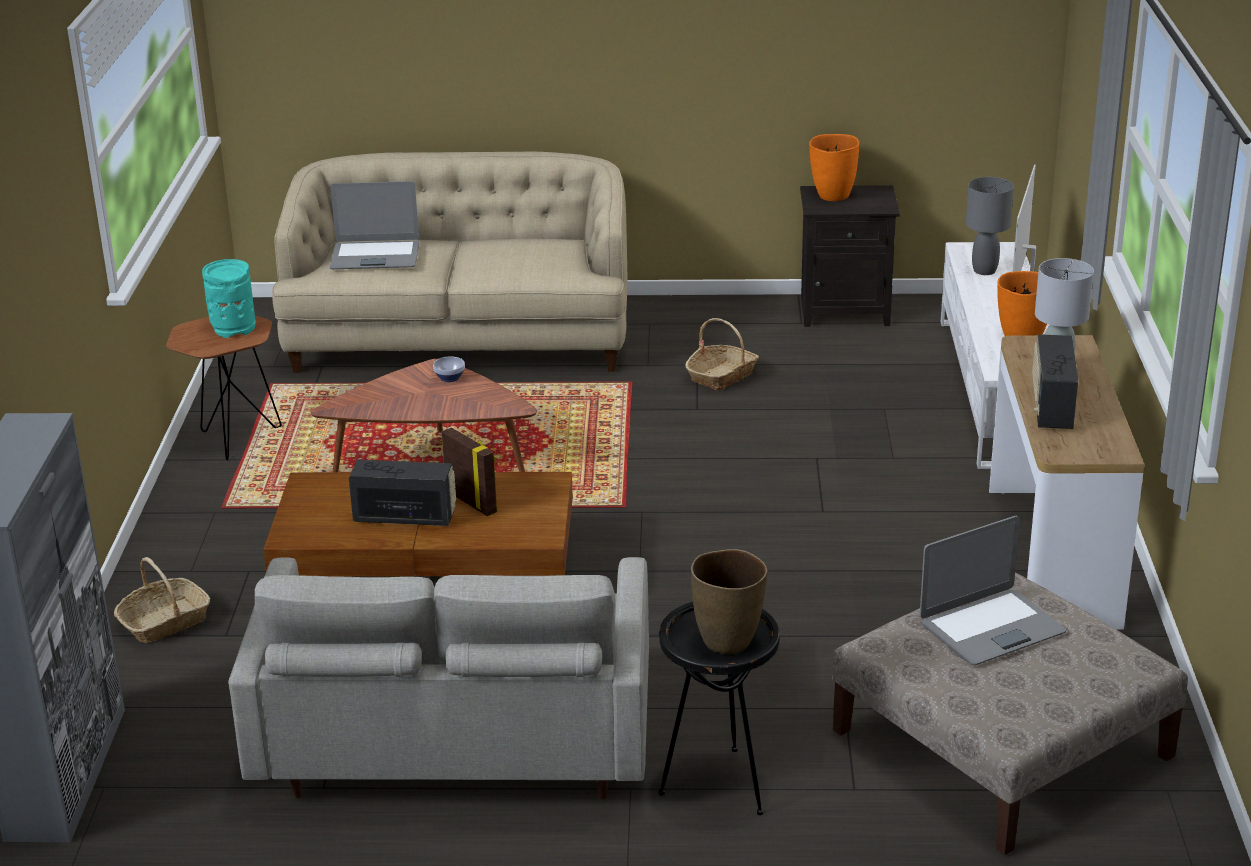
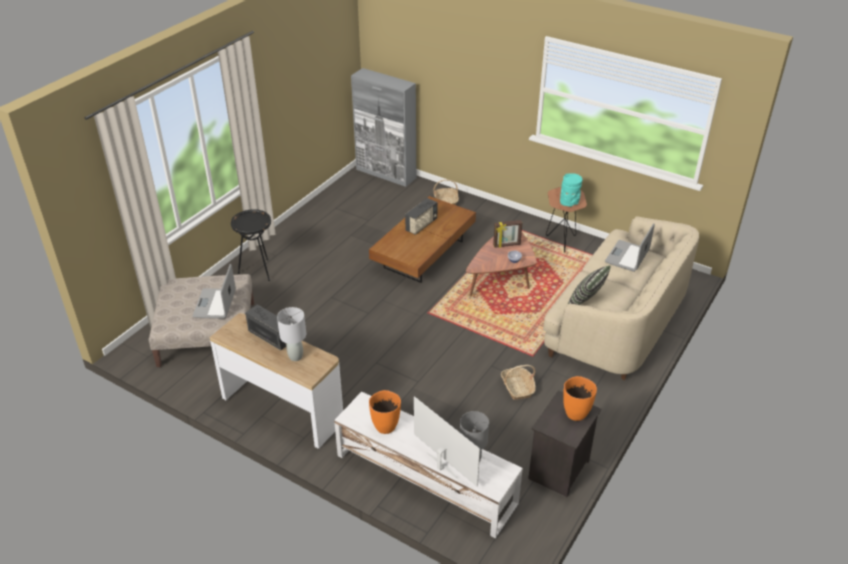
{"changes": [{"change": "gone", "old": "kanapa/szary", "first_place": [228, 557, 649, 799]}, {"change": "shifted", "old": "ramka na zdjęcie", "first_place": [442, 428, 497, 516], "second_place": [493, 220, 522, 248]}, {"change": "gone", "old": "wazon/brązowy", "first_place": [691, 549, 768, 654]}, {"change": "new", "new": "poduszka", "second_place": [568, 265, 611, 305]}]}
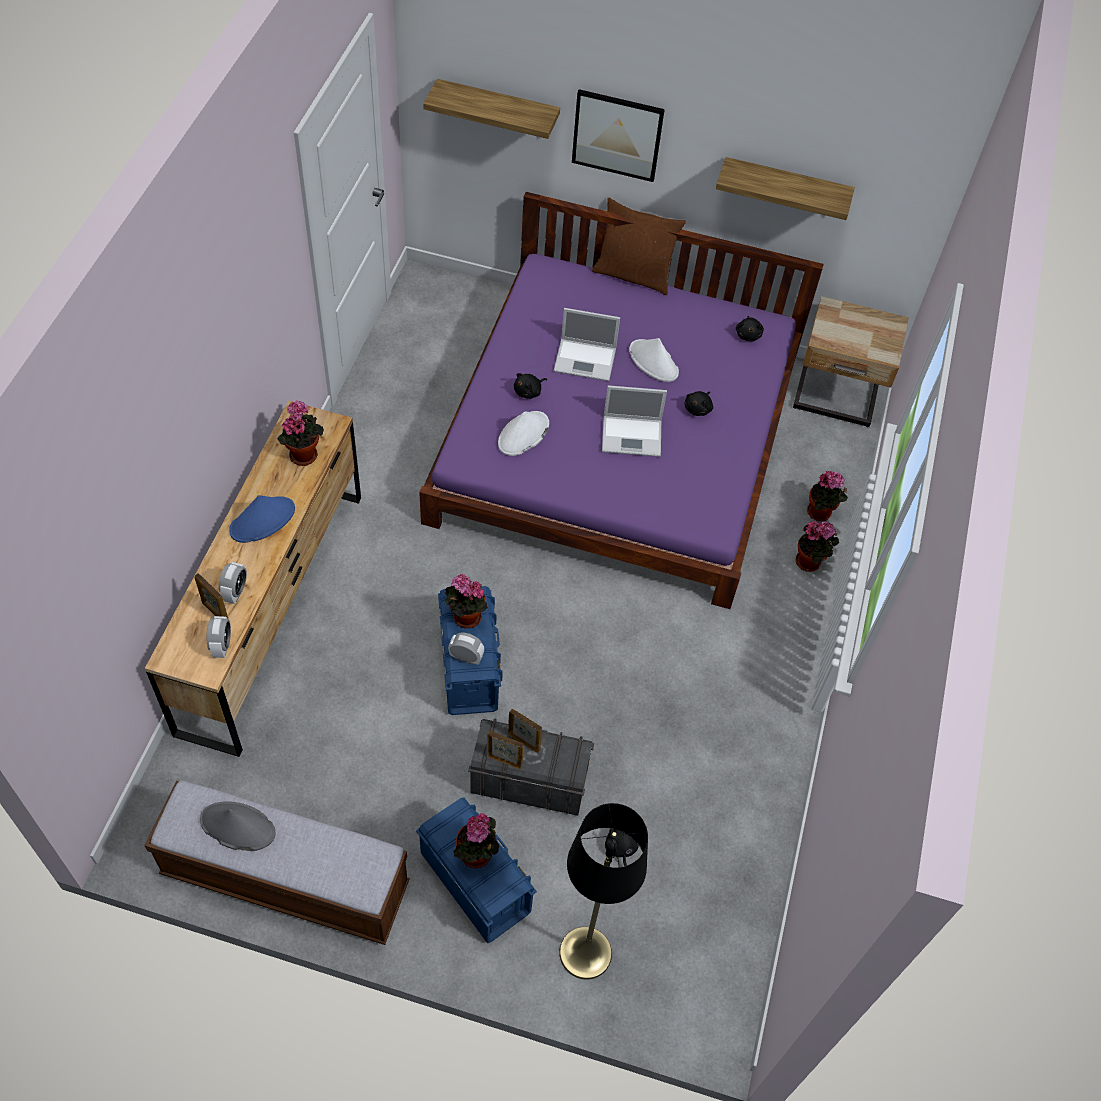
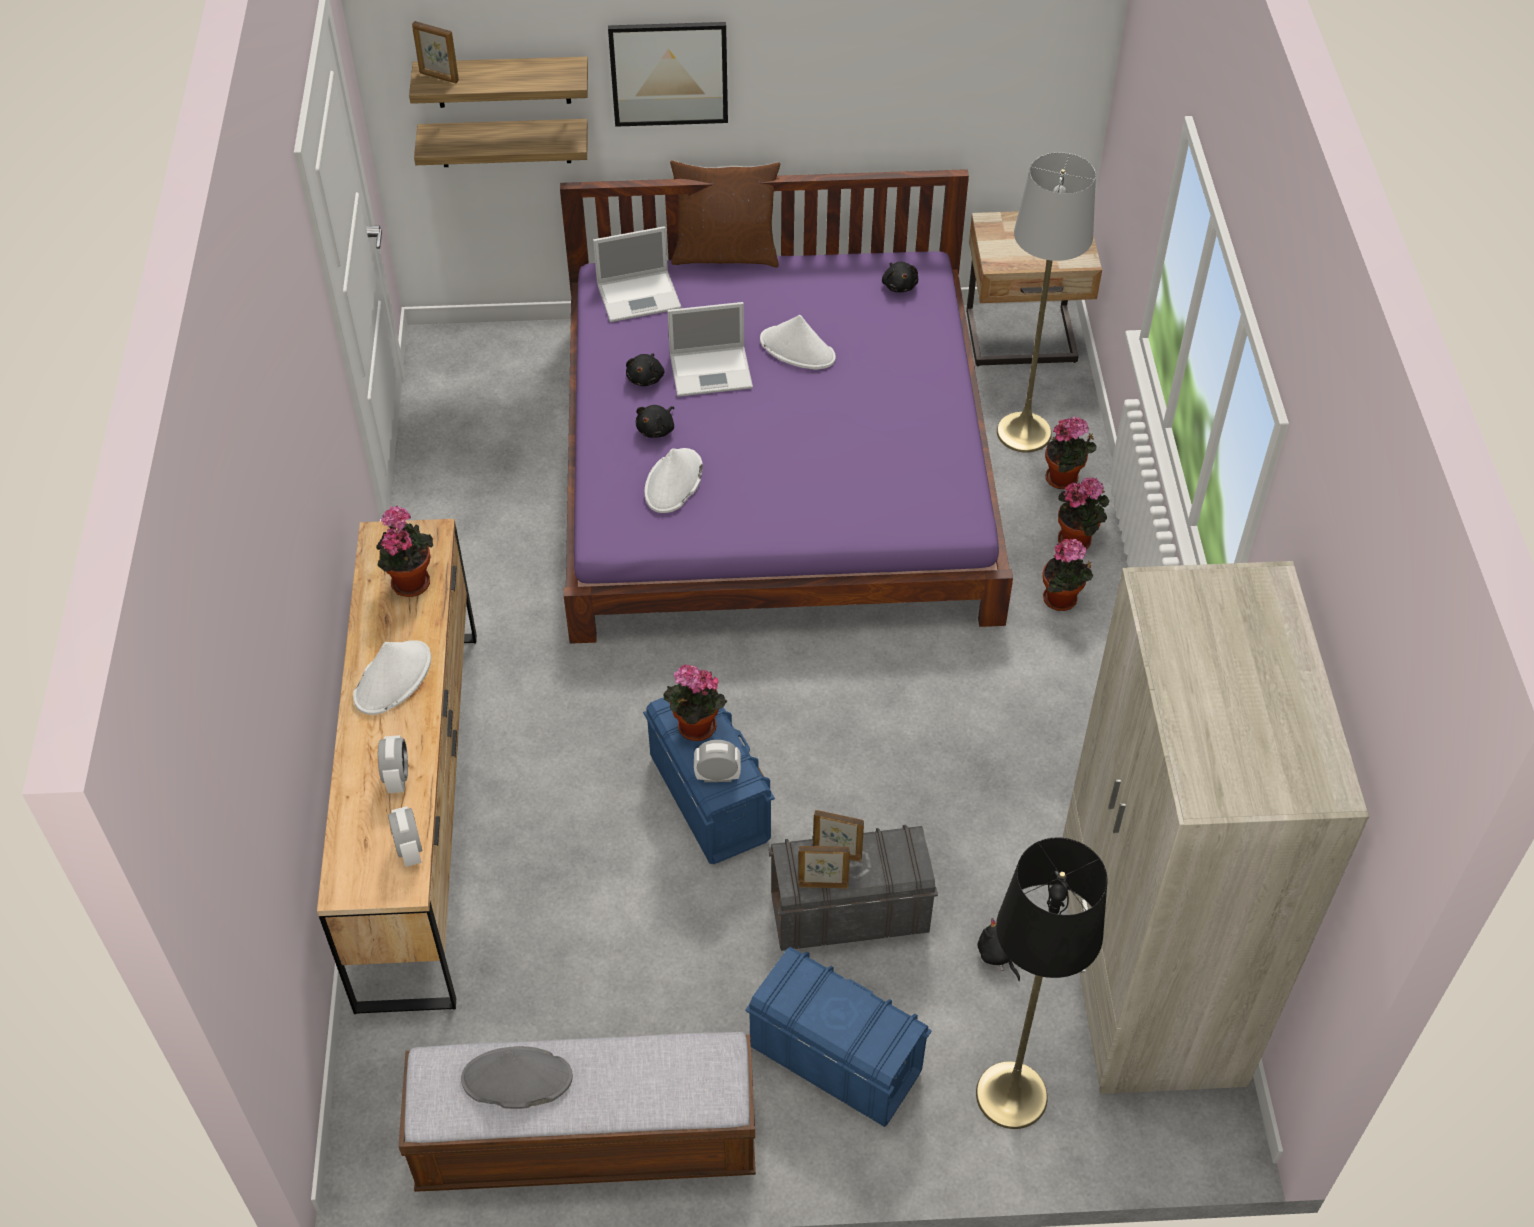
{"changes": [{"change": "shifted", "old": "ramka na zdjęcie", "first_place": [195, 573, 228, 619], "second_place": [412, 21, 459, 83]}, {"change": "repainted", "old": "kapelusz/niebieski", "new": "kapelusz/biały", "first_place": [229, 495, 295, 543], "second_place": [353, 640, 431, 715]}, {"change": "shifted", "old": "roślina doniczkowa", "first_place": [453, 813, 499, 868], "second_place": [1043, 539, 1093, 611]}, {"change": "shifted", "old": "laptop", "first_place": [602, 385, 667, 457], "second_place": [593, 226, 681, 322]}, {"change": "shifted", "old": "pluszak/czarny", "first_place": [684, 391, 713, 416], "second_place": [626, 353, 664, 386]}, {"change": "shifted", "old": "półka", "first_place": [716, 157, 855, 220], "second_place": [414, 119, 588, 167]}, {"change": "new", "new": "lampa stojąca/szary", "second_place": [997, 152, 1096, 453]}, {"change": "new", "new": "szafa/beżowy", "second_place": [1062, 561, 1369, 1094]}]}
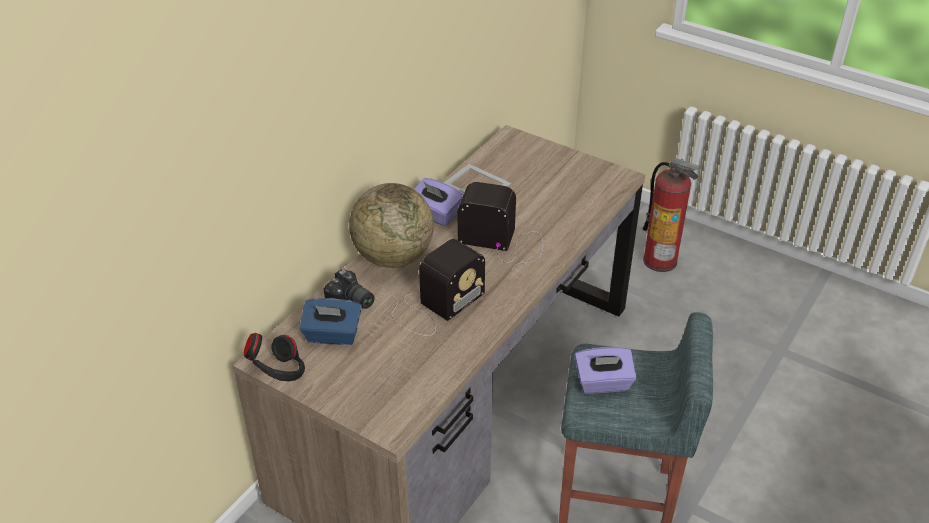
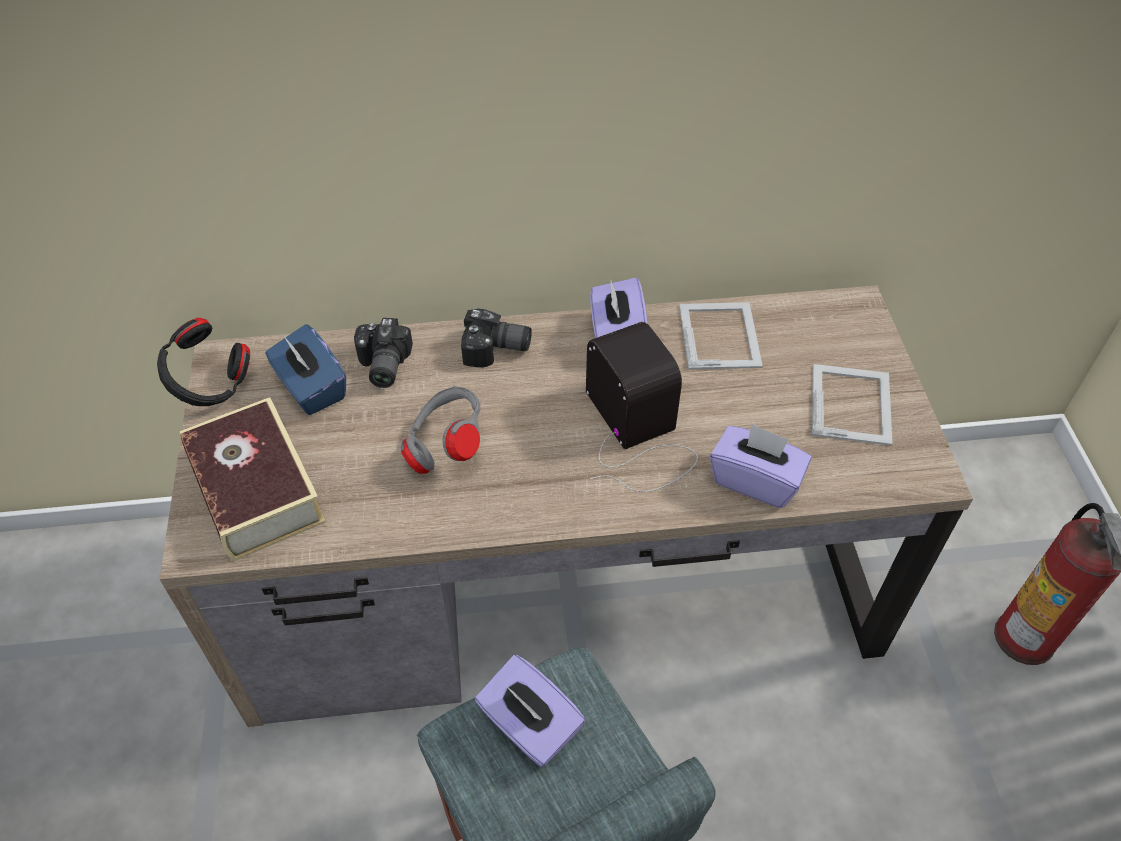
{"changes": [{"change": "swapped", "old": "globus", "new": "aparat fotograficzny", "first_place": [349, 183, 434, 268], "second_place": [461, 308, 532, 367]}, {"change": "swapped", "old": "radio", "new": "słuchawki/szary", "first_place": [392, 239, 485, 336], "second_place": [401, 386, 481, 474]}, {"change": "new", "new": "książka", "second_place": [179, 397, 326, 561]}, {"change": "new", "new": "pudełko chusteczek/fioletowy", "second_place": [710, 424, 811, 508]}, {"change": "new", "new": "ramka na zdjęcie", "second_place": [812, 364, 892, 446]}]}
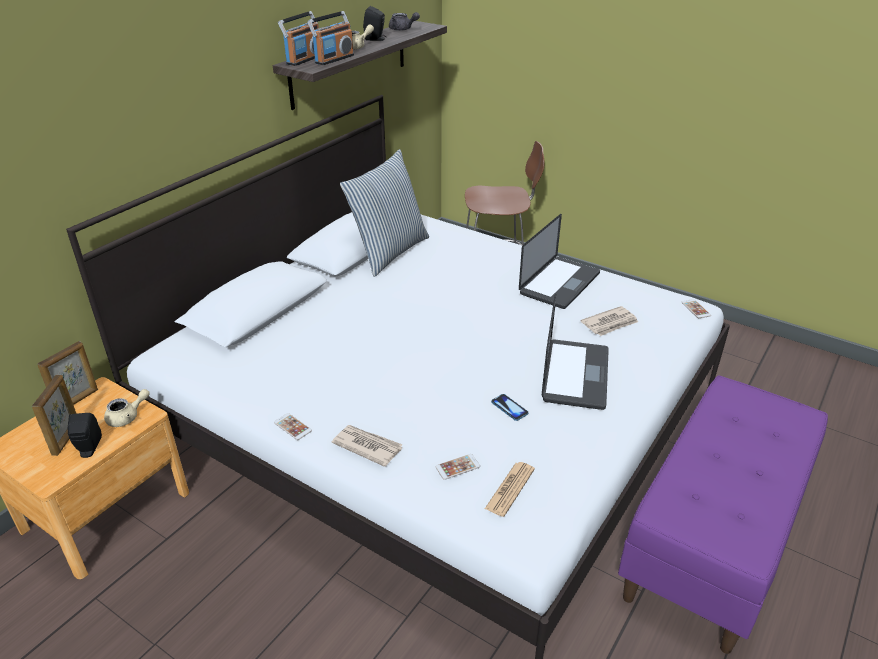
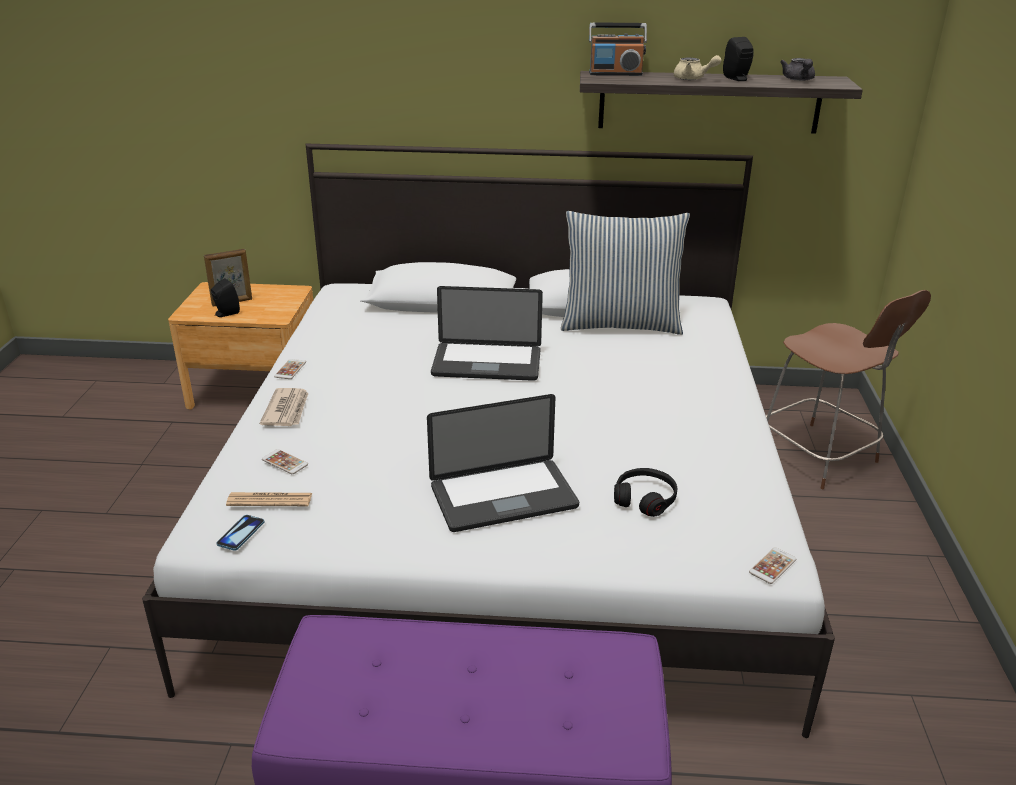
{"changes": [{"change": "gone", "old": "ramka na zdjęcie", "first_place": [37, 341, 98, 405]}, {"change": "gone", "old": "imbryk/beżowy", "first_place": [104, 389, 150, 427]}, {"change": "gone", "old": "radio", "first_place": [307, 11, 354, 65]}, {"change": "shifted", "old": "telefon", "first_place": [491, 394, 529, 421], "second_place": [216, 515, 264, 551]}, {"change": "shifted", "old": "laptop", "first_place": [519, 214, 600, 309], "second_place": [431, 286, 543, 381]}, {"change": "swapped", "old": "gazeta", "new": "słuchawki/czarny", "first_place": [581, 306, 638, 336], "second_place": [614, 468, 677, 517]}]}
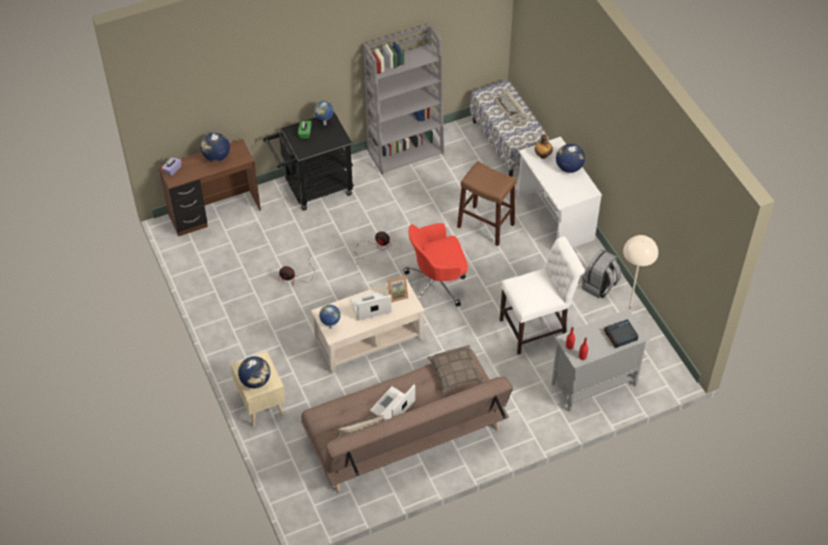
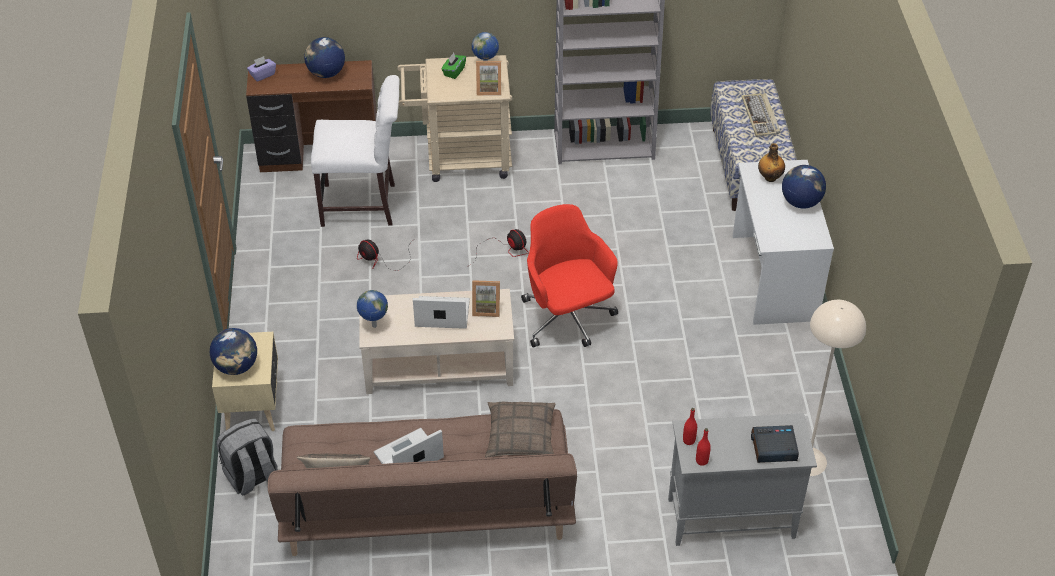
{"changes": [{"change": "repainted", "old": "wózek/czarny", "new": "wózek/beżowy", "first_place": [263, 112, 354, 211], "second_place": [398, 55, 512, 182]}, {"change": "rotated", "old": "krzesło biurowe/czerwony", "first_place": [404, 223, 468, 307], "second_place": [521, 204, 618, 348], "degrees": 60}, {"change": "gone", "old": "stołek/brązowy", "first_place": [457, 161, 517, 246]}, {"change": "shifted", "old": "krzesło/biały", "first_place": [500, 237, 585, 355], "second_place": [311, 75, 400, 227]}, {"change": "shifted", "old": "plecak/szary", "first_place": [582, 249, 621, 298], "second_place": [217, 419, 278, 495]}, {"change": "new", "new": "ramka na zdjęcie", "second_place": [476, 61, 501, 96]}]}
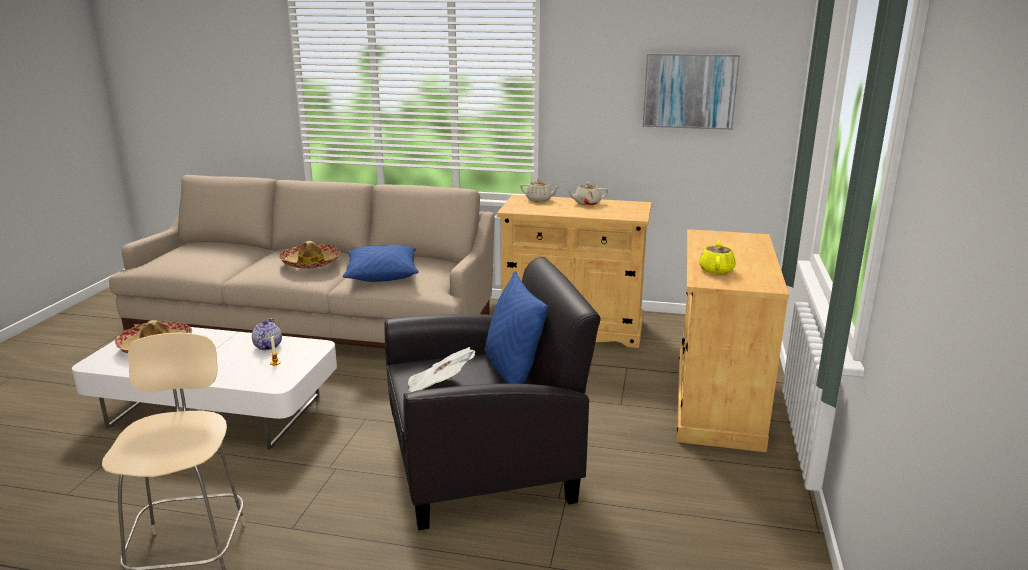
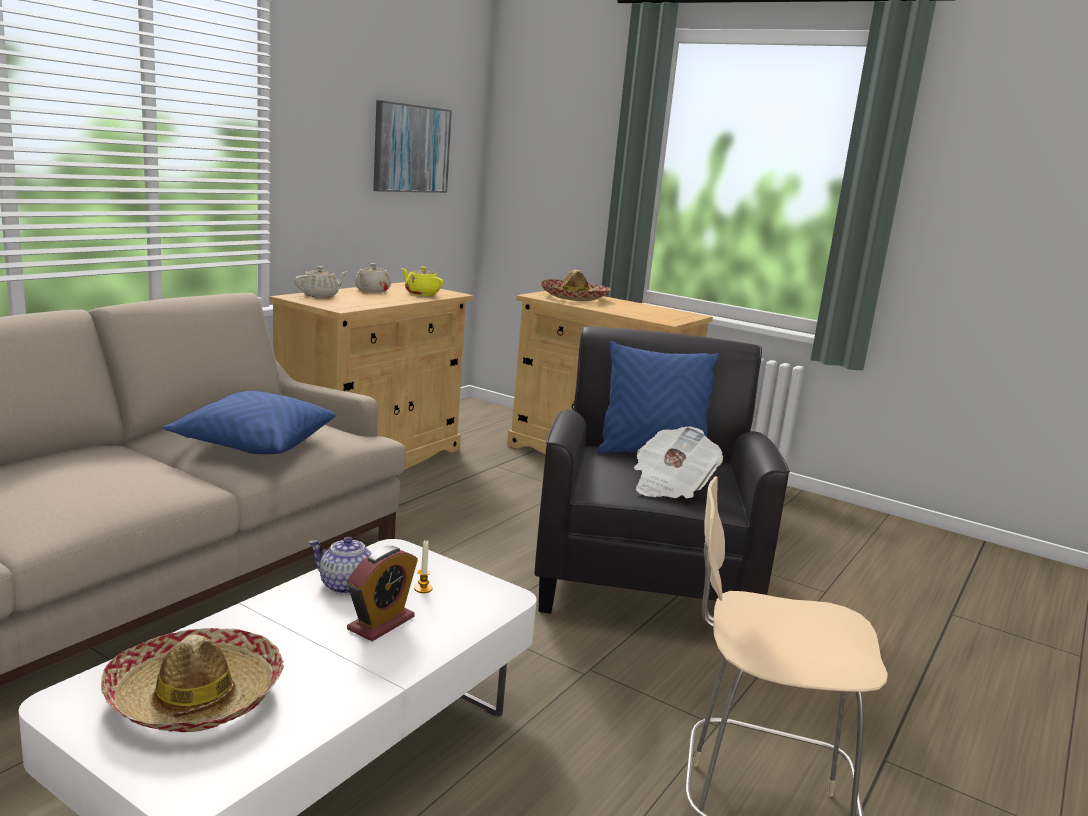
{"changes": [{"change": "shifted", "old": "kapelusz", "first_place": [279, 241, 340, 269], "second_place": [540, 270, 611, 301]}, {"change": "shifted", "old": "imbryk/żółty", "first_place": [699, 240, 736, 274], "second_place": [401, 267, 443, 296]}, {"change": "new", "new": "budzik", "second_place": [347, 546, 418, 641]}]}
